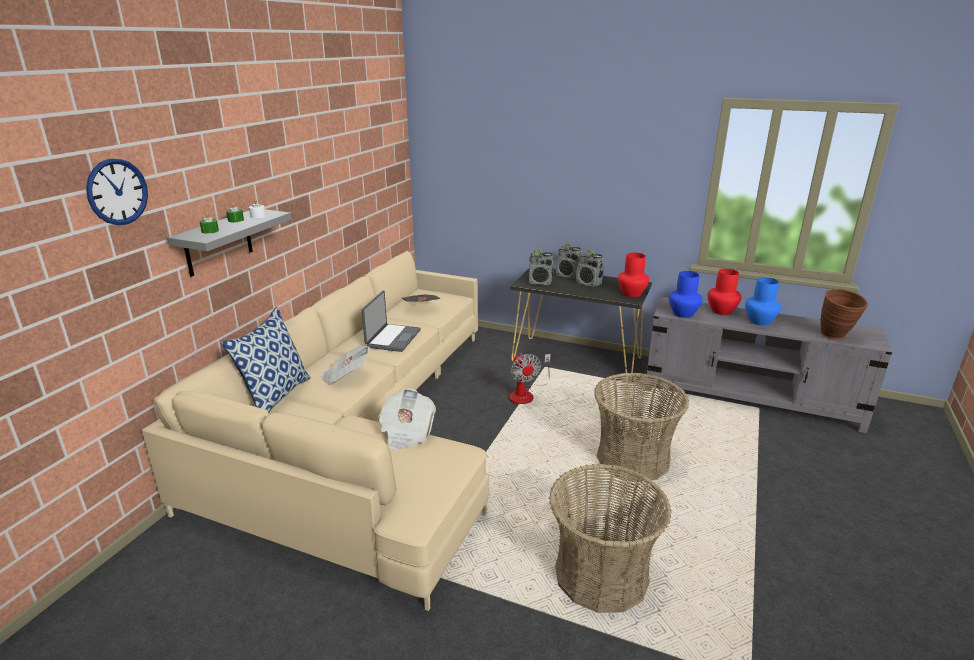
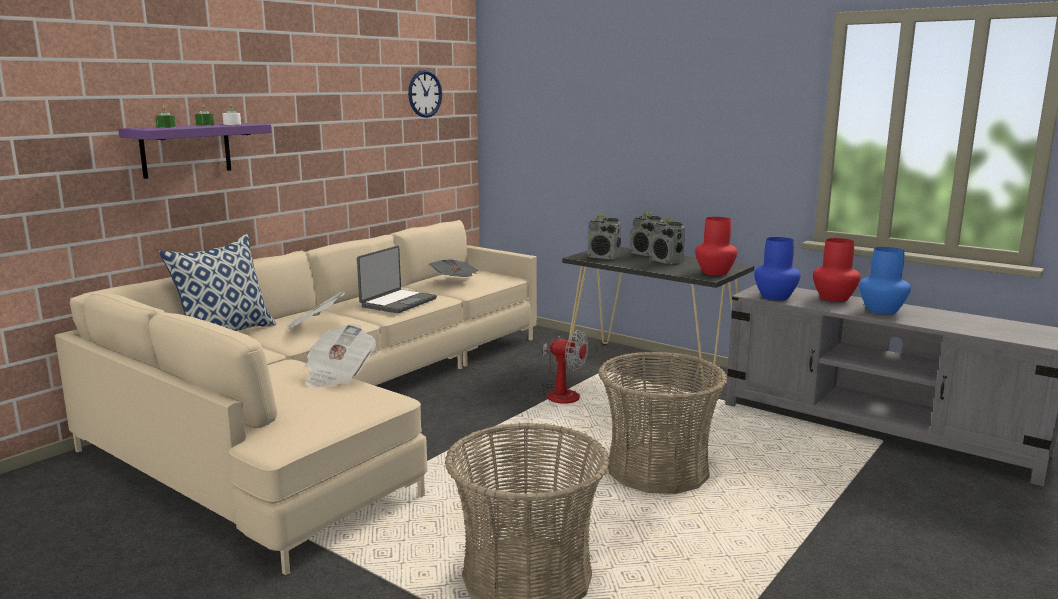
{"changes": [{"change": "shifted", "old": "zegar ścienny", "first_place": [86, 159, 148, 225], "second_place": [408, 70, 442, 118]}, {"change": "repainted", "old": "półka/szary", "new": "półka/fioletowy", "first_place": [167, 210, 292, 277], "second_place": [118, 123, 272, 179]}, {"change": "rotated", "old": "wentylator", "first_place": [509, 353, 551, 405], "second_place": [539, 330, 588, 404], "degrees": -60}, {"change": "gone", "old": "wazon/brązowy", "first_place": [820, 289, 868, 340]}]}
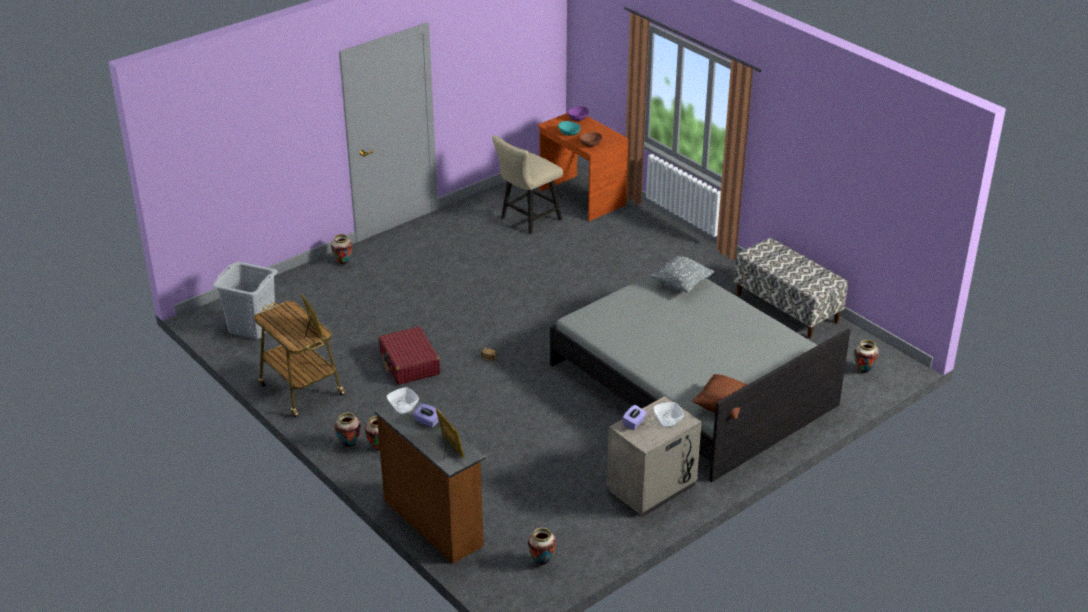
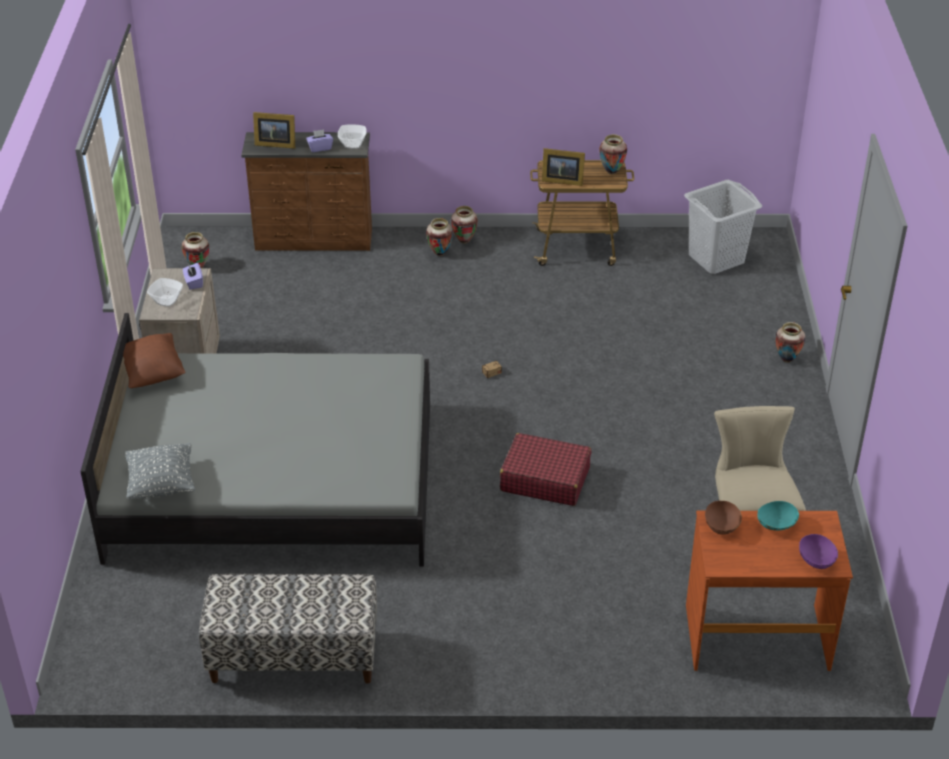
{"changes": [{"change": "shifted", "old": "walizka/czerwony", "first_place": [379, 326, 440, 385], "second_place": [500, 433, 591, 506]}, {"change": "shifted", "old": "poduszka/szary", "first_place": [650, 256, 714, 292], "second_place": [125, 443, 195, 499]}, {"change": "shifted", "old": "wazon", "first_place": [854, 340, 879, 373], "second_place": [599, 134, 627, 174]}]}
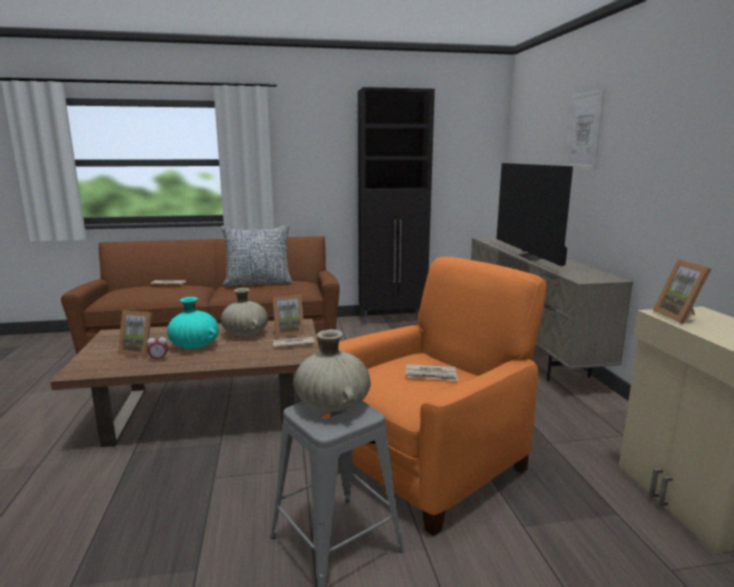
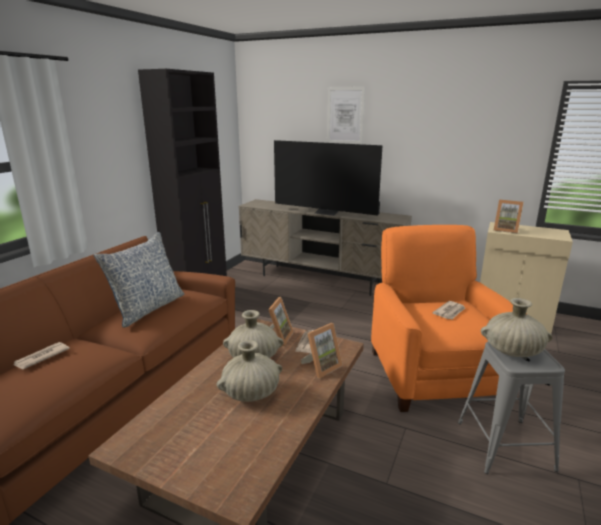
{"changes": [{"change": "shifted", "old": "ramka na zdjęcie", "first_place": [118, 310, 152, 357], "second_place": [301, 323, 343, 378]}, {"change": "gone", "old": "budzik", "first_place": [147, 334, 168, 360]}, {"change": "repainted", "old": "wazon/turkusowy", "new": "wazon/beżowy", "first_place": [167, 297, 219, 349], "second_place": [217, 340, 282, 402]}]}
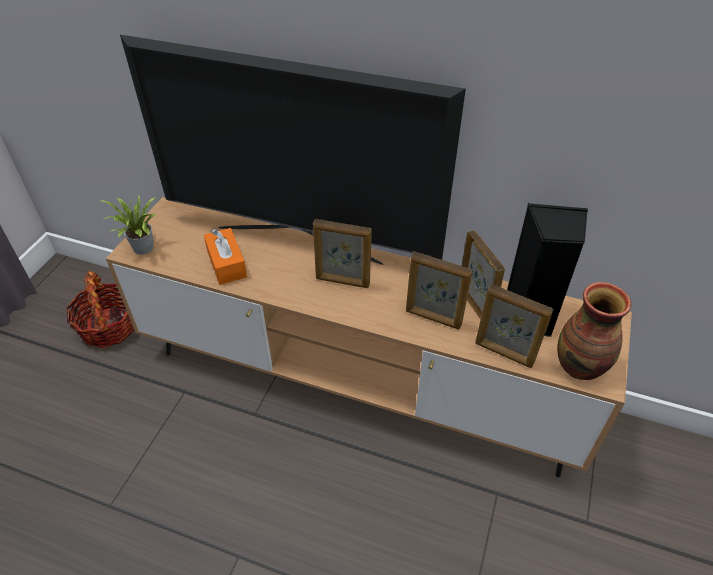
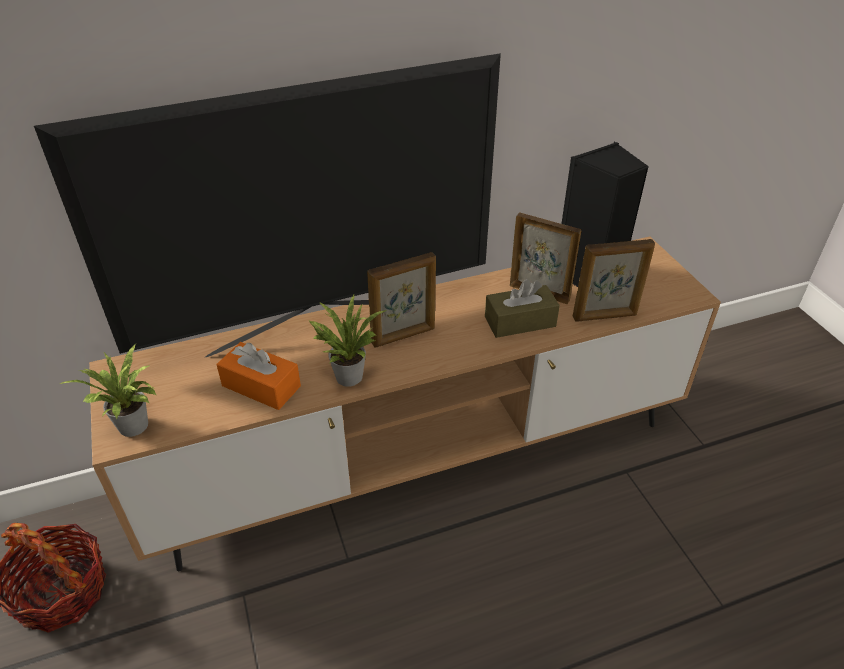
{"changes": [{"change": "swapped", "old": "ramka na zdjęcie", "new": "pudełko chusteczek/brązowy", "first_place": [406, 251, 473, 330], "second_place": [485, 279, 560, 338]}, {"change": "gone", "old": "wazon", "first_place": [557, 282, 631, 380]}, {"change": "new", "new": "roślina doniczkowa", "second_place": [309, 295, 387, 387]}]}
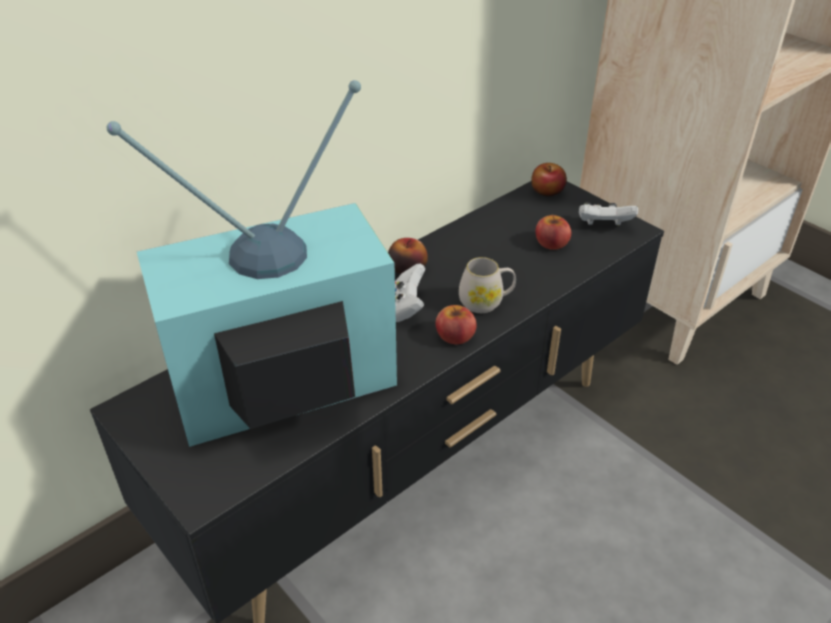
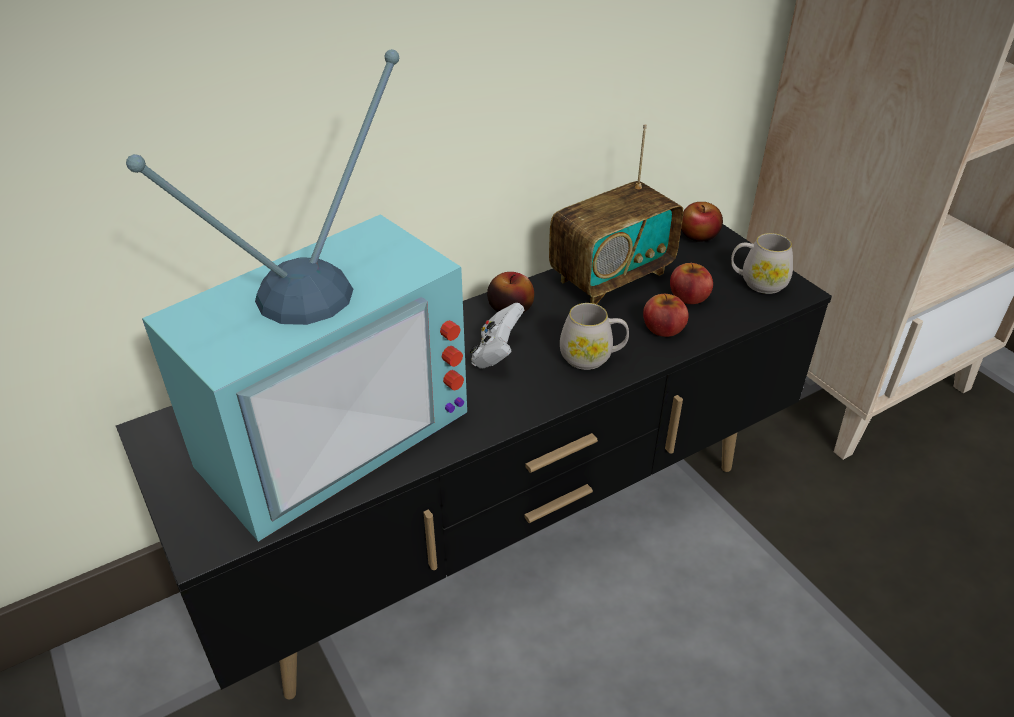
{"changes": [{"change": "rotated", "old": "telewizor", "first_place": [106, 80, 397, 447], "second_place": [126, 49, 467, 542], "degrees": 150}, {"change": "shifted", "old": "jabłko", "first_place": [436, 305, 477, 344], "second_place": [643, 294, 689, 337]}, {"change": "swapped", "old": "pad do gier/biały", "new": "kubek/biały", "first_place": [579, 202, 638, 225], "second_place": [731, 233, 793, 294]}, {"change": "new", "new": "radio", "second_place": [549, 124, 683, 304]}]}
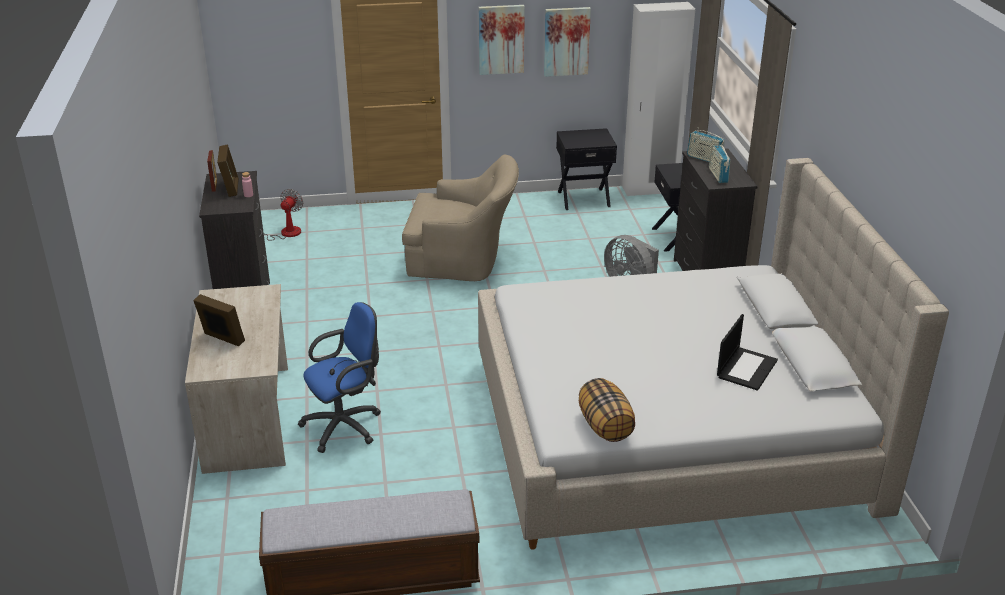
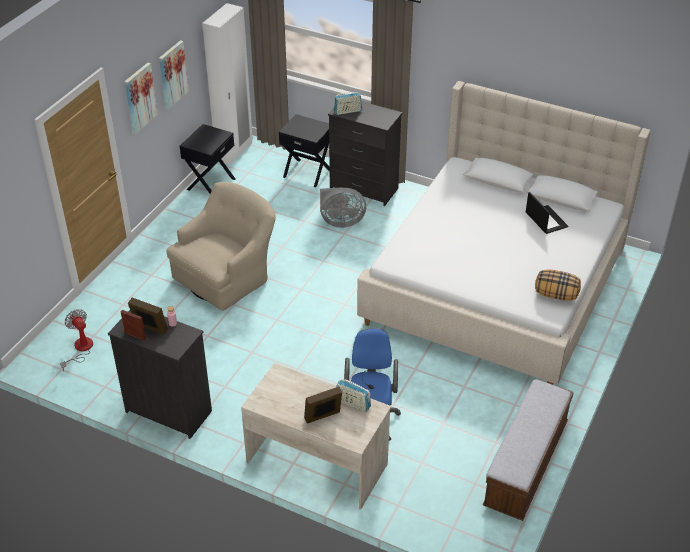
{"changes": [{"change": "shifted", "old": "radio", "first_place": [709, 141, 730, 183], "second_place": [336, 379, 371, 412]}]}
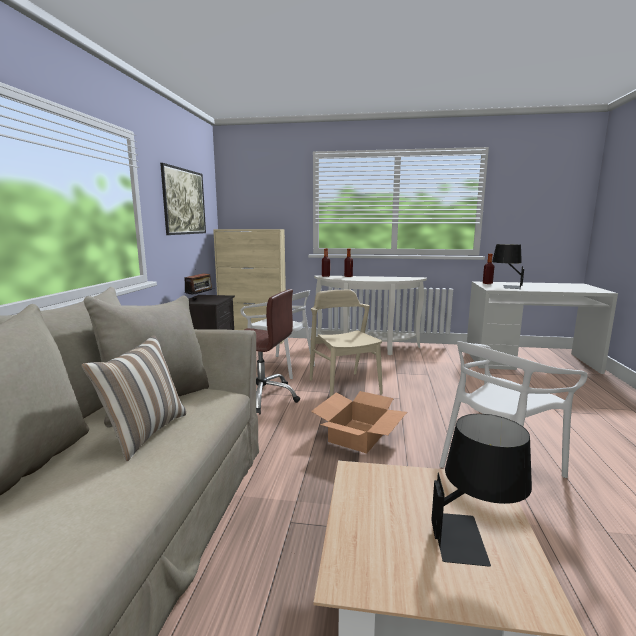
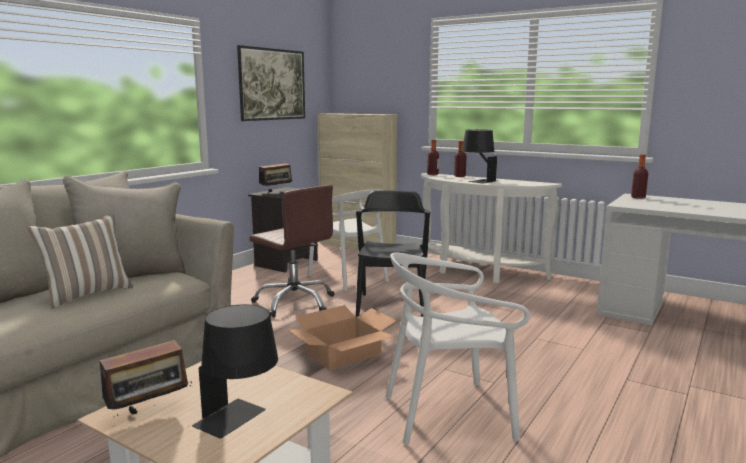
{"changes": [{"change": "repainted", "old": "krzesło/beżowy", "new": "krzesło/czarny", "first_place": [310, 290, 383, 397], "second_place": [356, 190, 430, 317]}, {"change": "shifted", "old": "lampa stołowa/czarny", "first_place": [492, 244, 524, 289], "second_place": [462, 129, 498, 184]}, {"change": "new", "new": "radio", "second_place": [100, 340, 192, 417]}]}
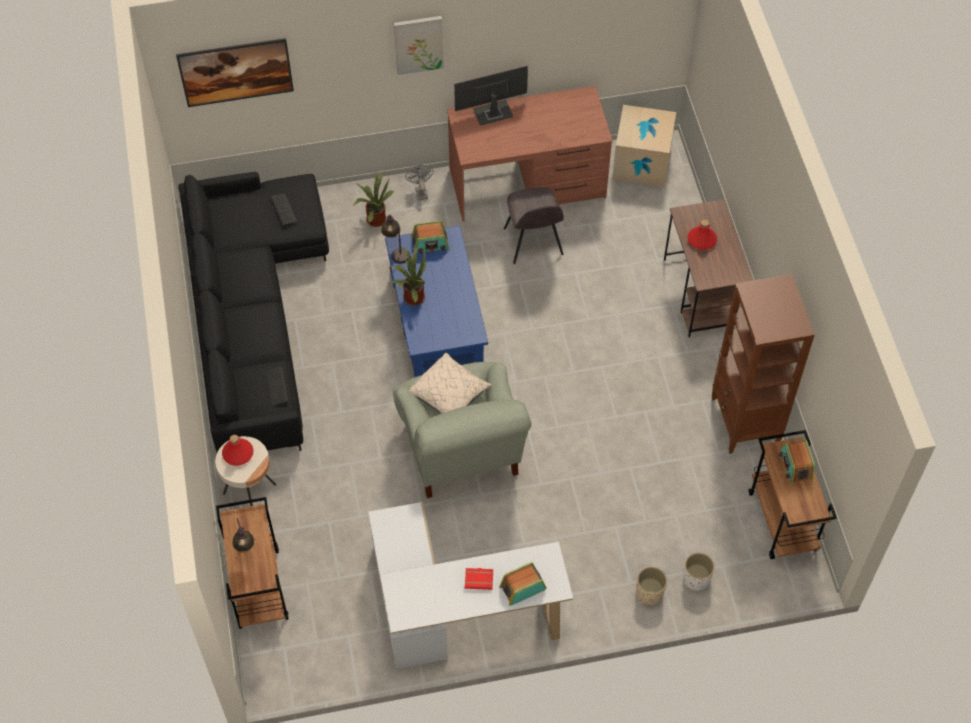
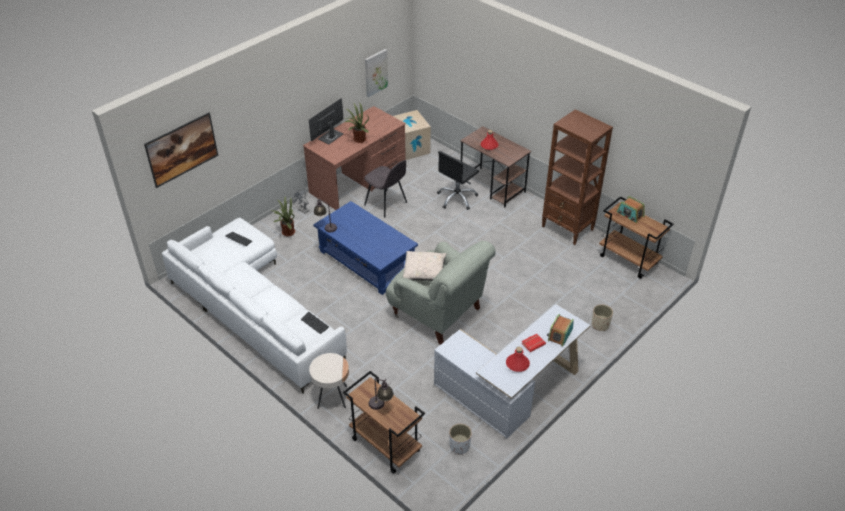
{"changes": [{"change": "repainted", "old": "kanapa/czarny", "new": "kanapa/biały", "first_place": [178, 172, 329, 452], "second_place": [162, 218, 347, 394]}, {"change": "shifted", "old": "butelka/czerwony", "first_place": [222, 435, 253, 466], "second_place": [506, 347, 530, 372]}, {"change": "shifted", "old": "roślina doniczkowa", "first_place": [390, 246, 426, 305], "second_place": [345, 102, 369, 143]}, {"change": "shifted", "old": "obraz", "first_place": [394, 16, 444, 75], "second_place": [365, 49, 388, 97]}, {"change": "gone", "old": "radio", "first_place": [411, 221, 449, 253]}, {"change": "shifted", "old": "donica/biały", "first_place": [683, 553, 715, 591], "second_place": [449, 424, 472, 455]}, {"change": "new", "new": "krzesło biurowe/czarny", "second_place": [437, 151, 479, 210]}]}
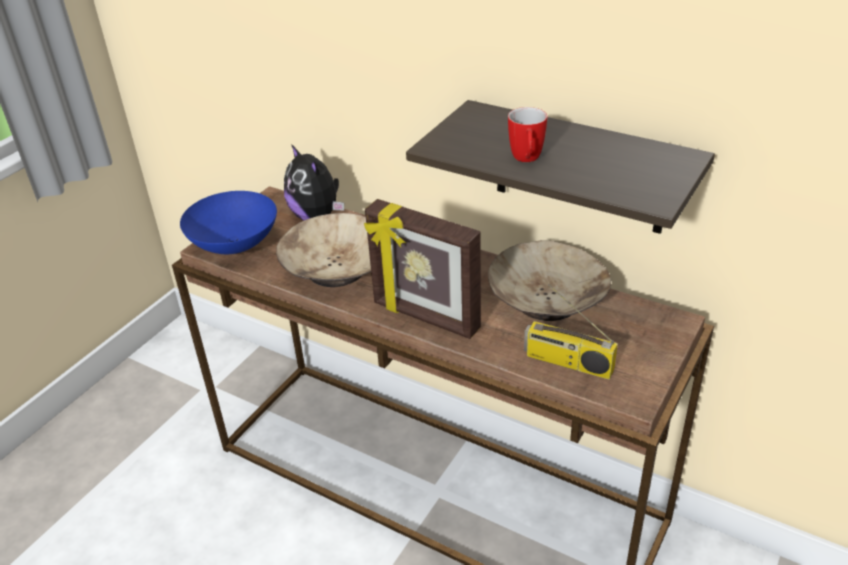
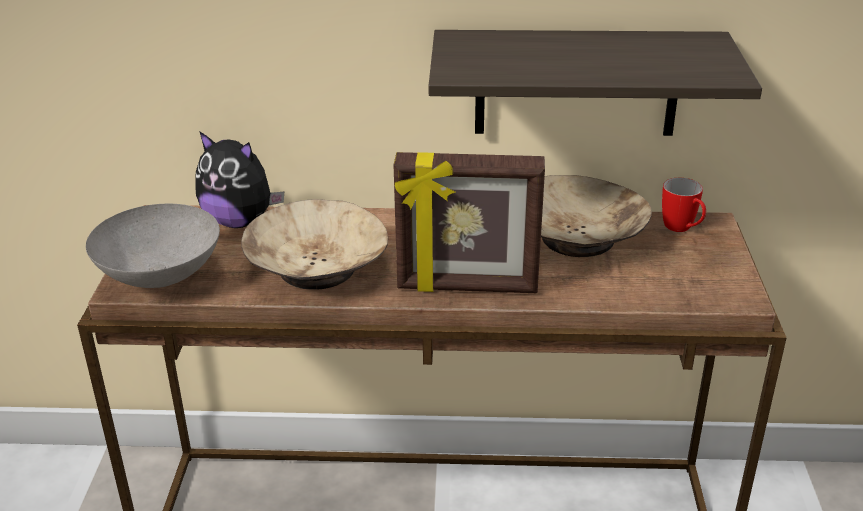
{"changes": [{"change": "repainted", "old": "miska/niebieski", "new": "miska/szary", "first_place": [180, 191, 277, 254], "second_place": [86, 204, 220, 288]}, {"change": "shifted", "old": "kubek", "first_place": [508, 107, 547, 162], "second_place": [662, 178, 706, 232]}, {"change": "gone", "old": "radio", "first_place": [524, 284, 618, 380]}]}
